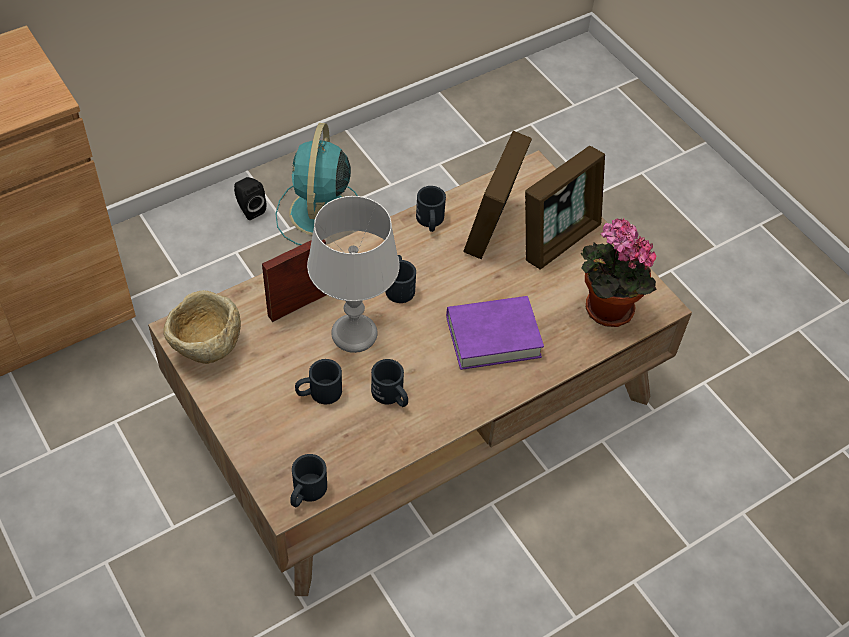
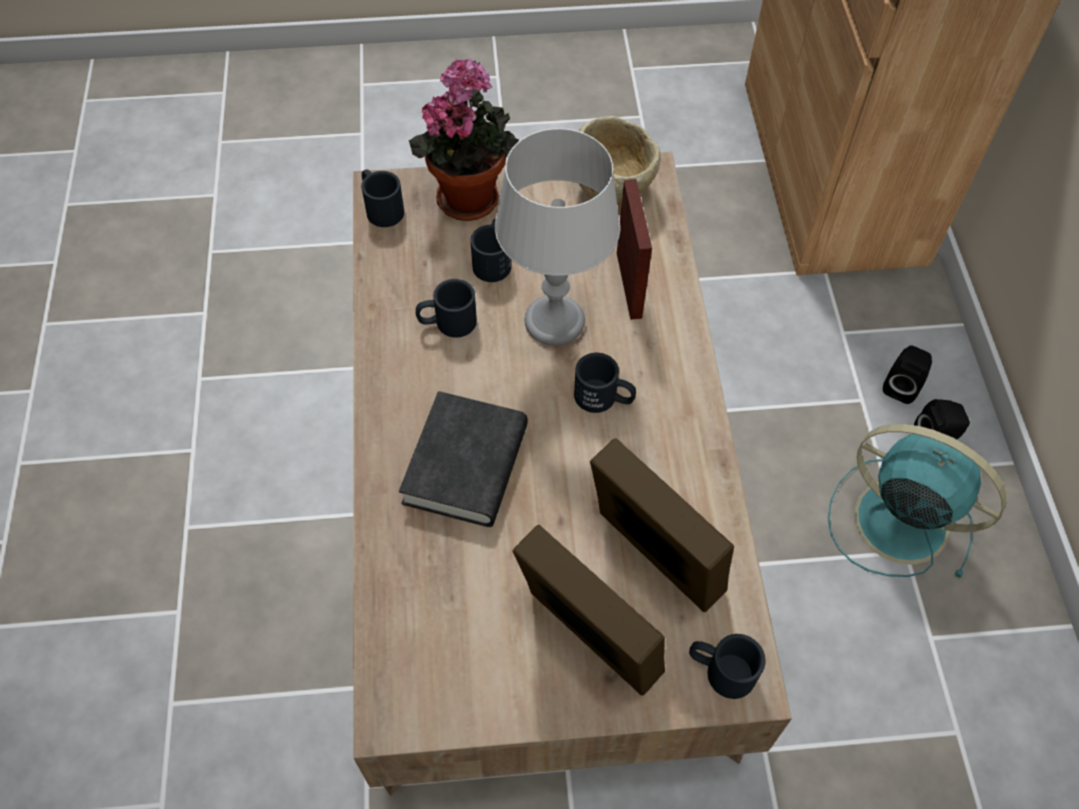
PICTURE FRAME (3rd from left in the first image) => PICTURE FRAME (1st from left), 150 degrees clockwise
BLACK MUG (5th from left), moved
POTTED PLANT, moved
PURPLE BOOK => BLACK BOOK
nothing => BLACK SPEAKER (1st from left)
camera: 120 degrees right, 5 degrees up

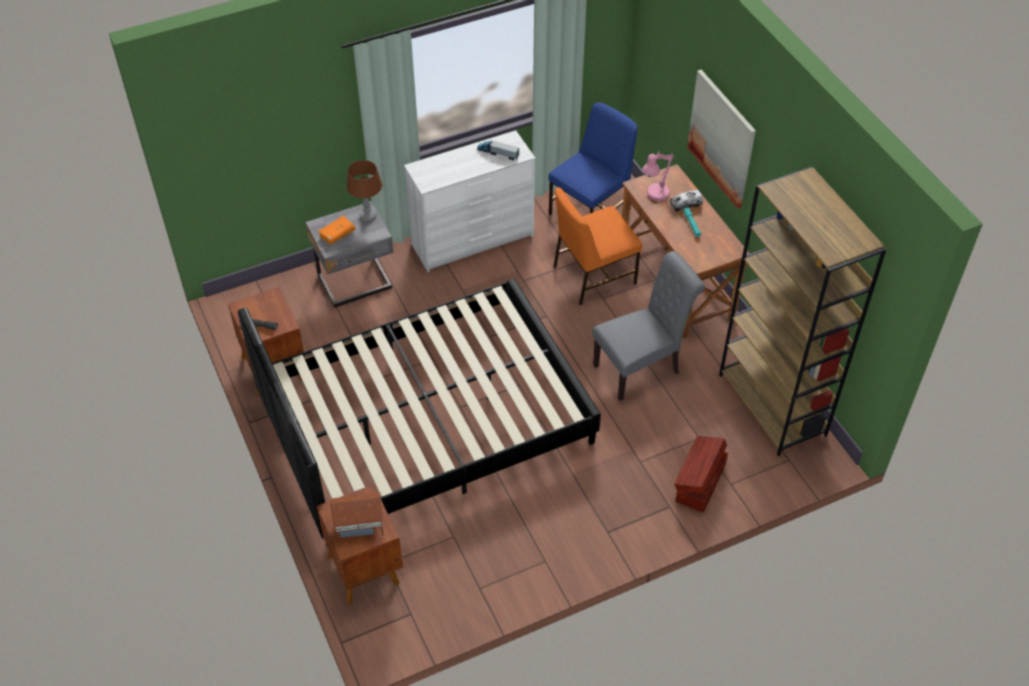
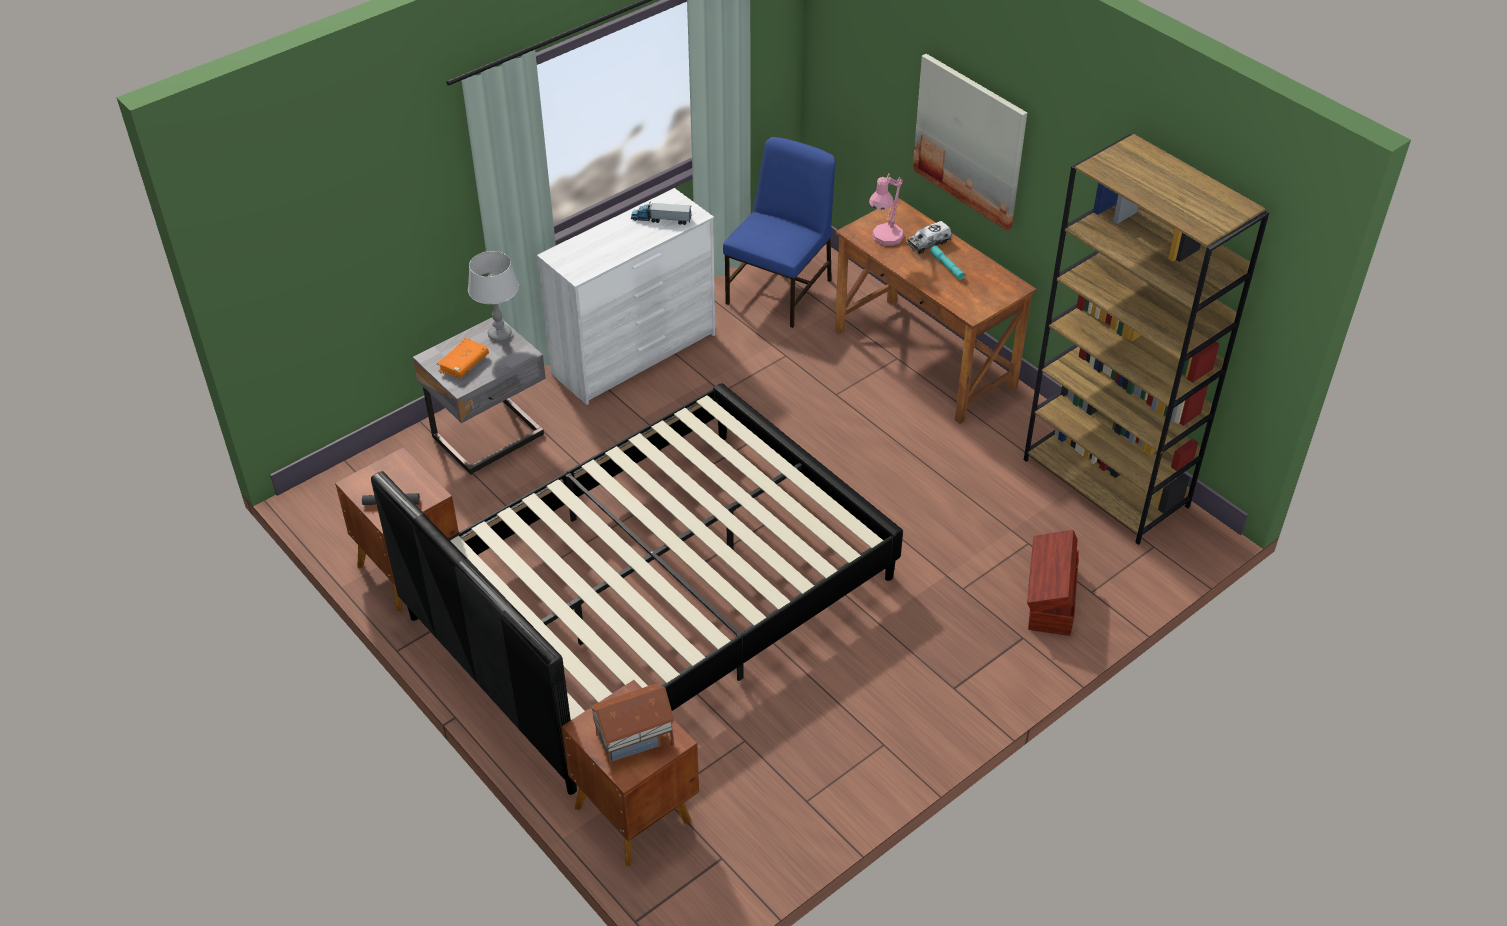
BROWN TABLE LAMP => GREY TABLE LAMP
ORANGE CHAIR => nothing
GREY CHAIR => nothing
camera: 15 degrees left, 5 degrees down

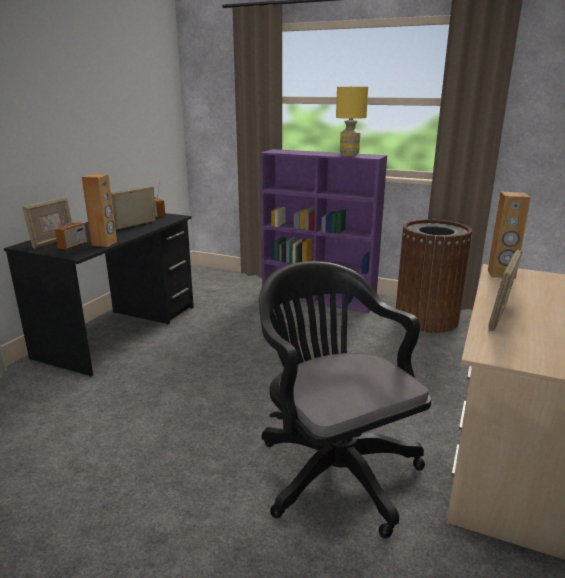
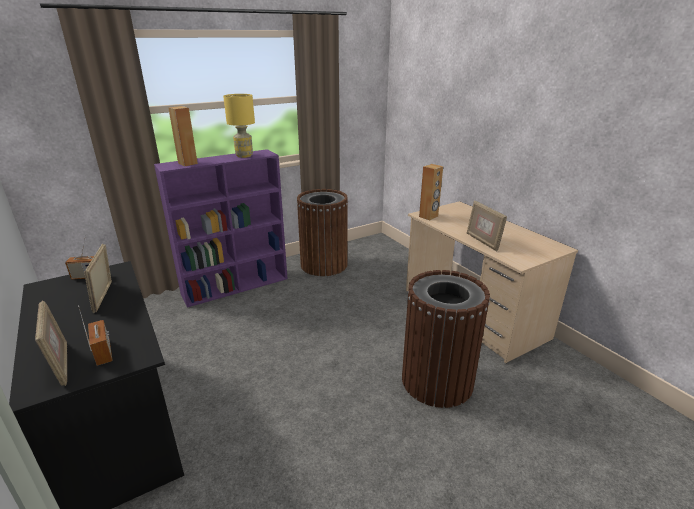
BROWN SPEAKER (1st from left), moved
BLACK OFFICE CHAIR => BROWN TRASH CAN (2nd from left)
camera: 55 degrees left, 5 degrees up

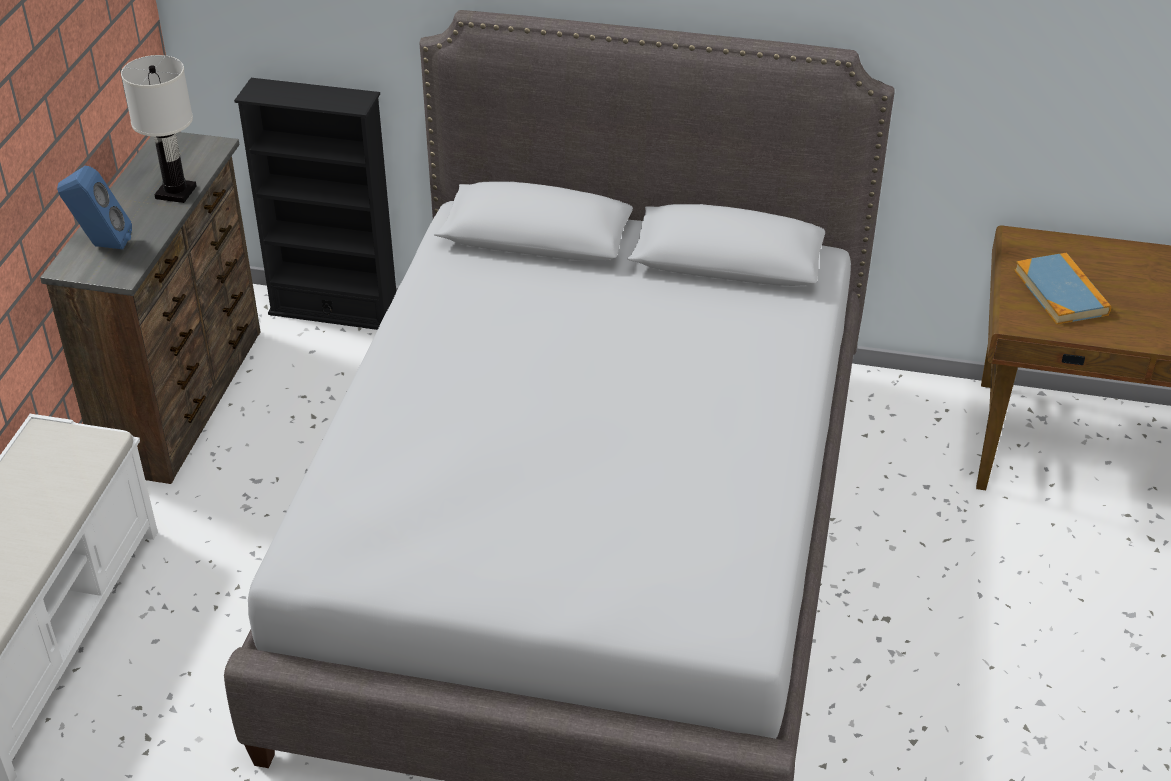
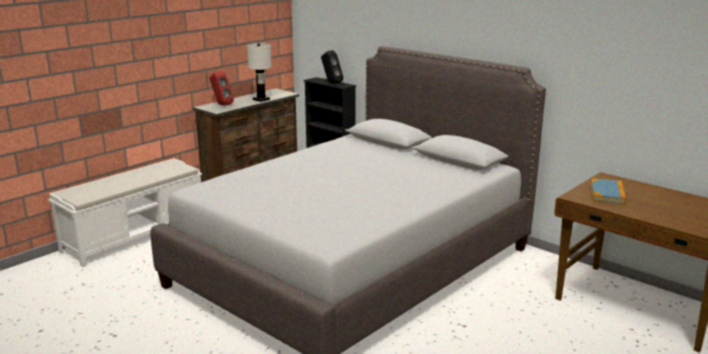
BLUE SPEAKER => RED SPEAKER
nothing => BLACK SPEAKER
camera: 30 degrees right, 20 degrees down

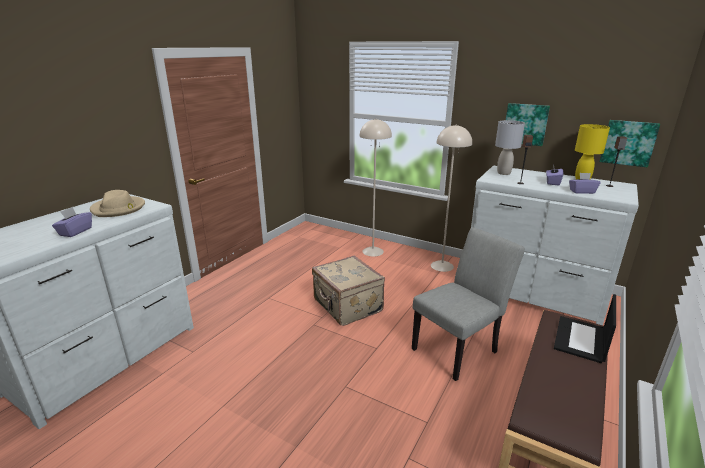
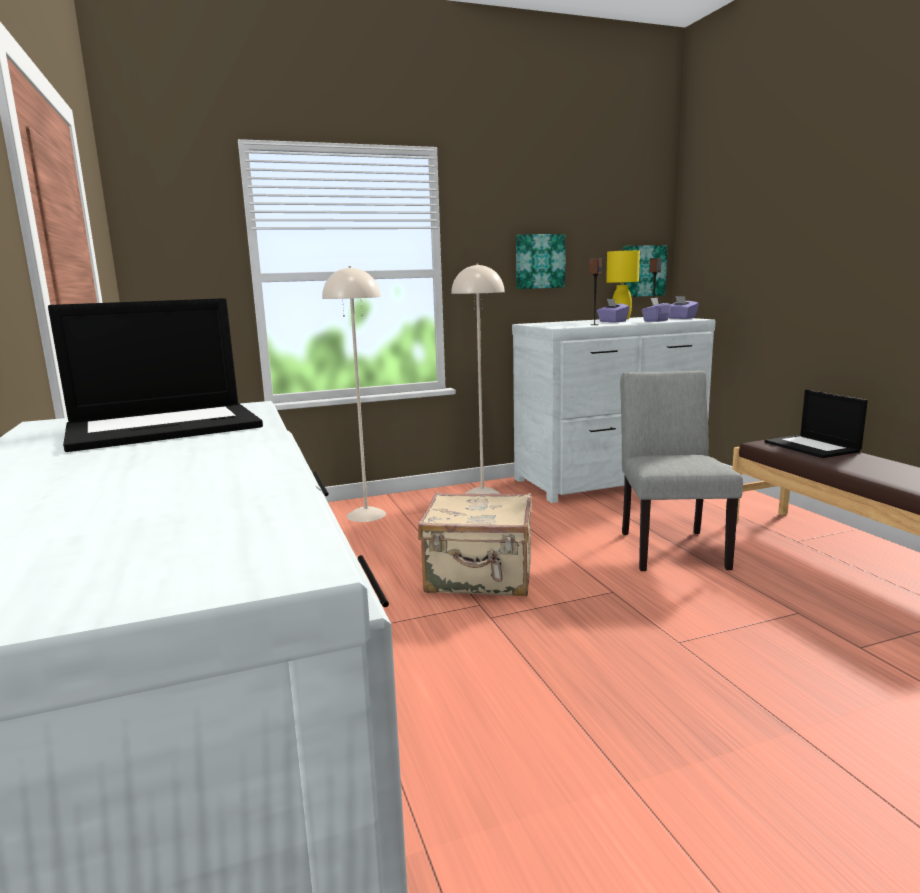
GREY TABLE LAMP => nothing
BEIGE HAT => LAPTOP (1st from left)
PURPLE TISSUE BOX (1st from left in the first image) => PURPLE TISSUE BOX (3rd from left), moved
camera: 50 degrees left, 10 degrees down

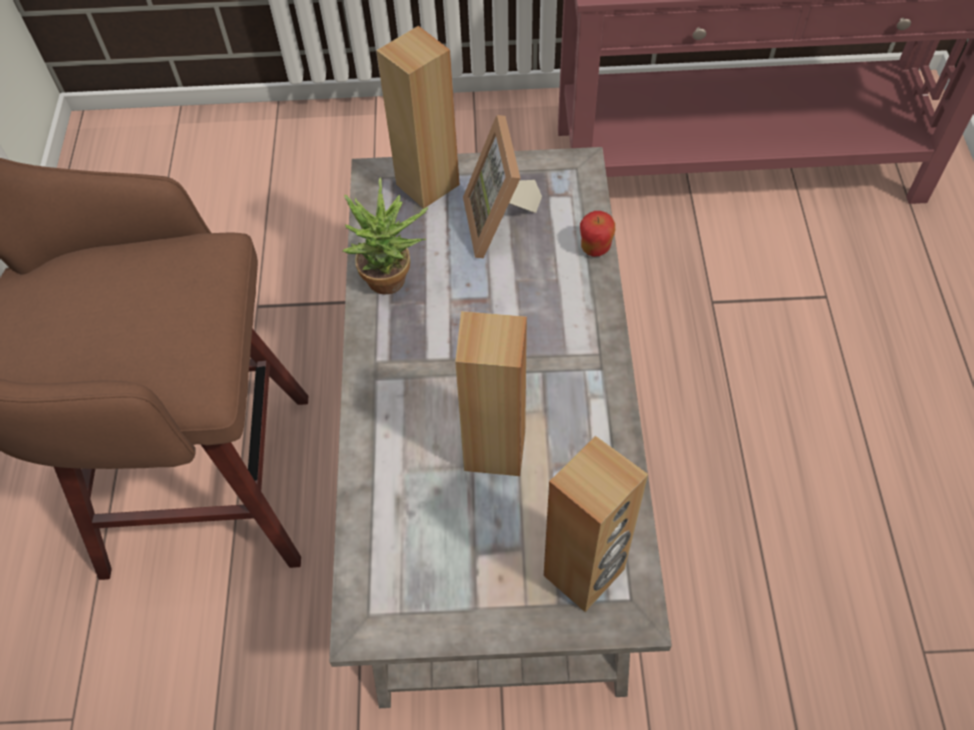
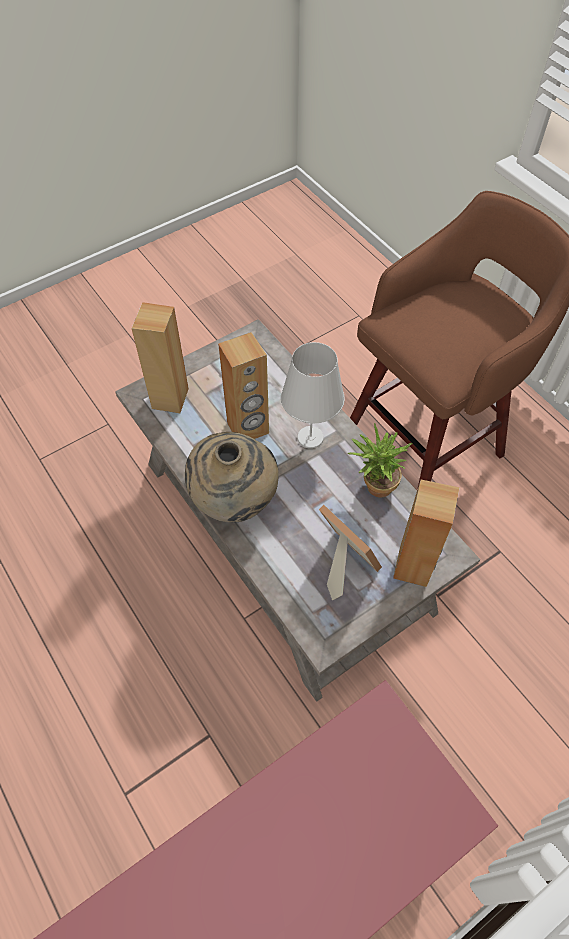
APPLE => nothing
nothing => WHITE TABLE LAMP
nothing => BEIGE VASE
camera: 145 degrees right, 0 degrees up

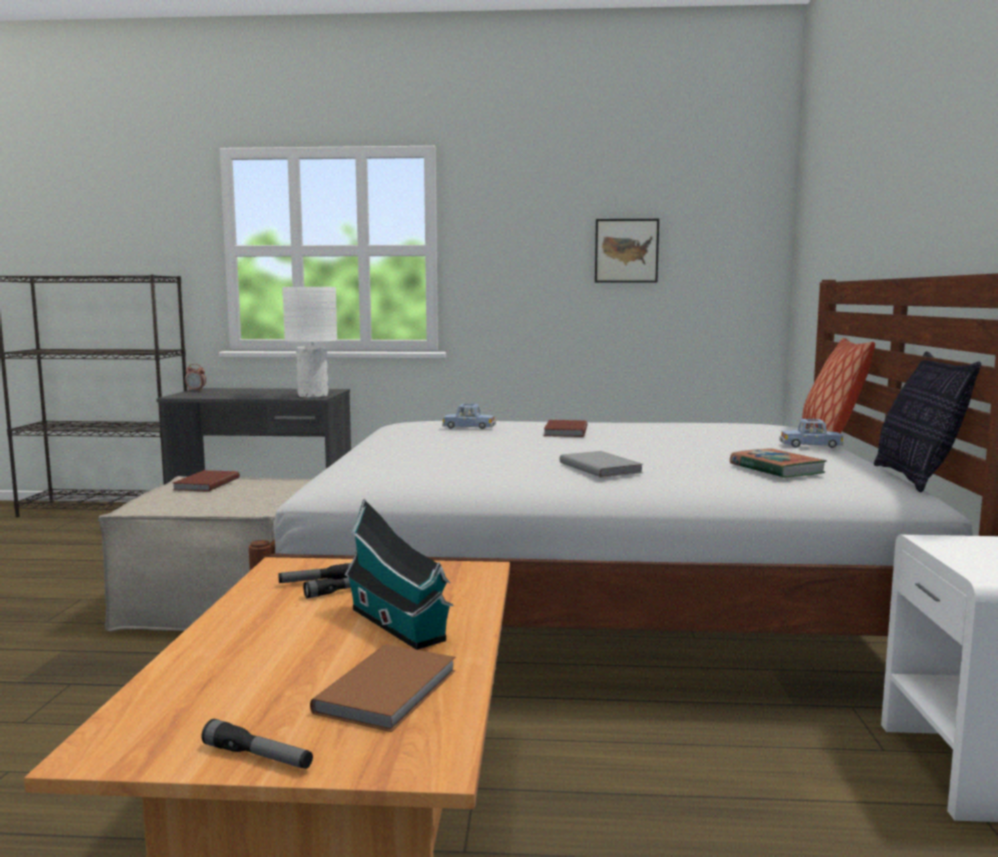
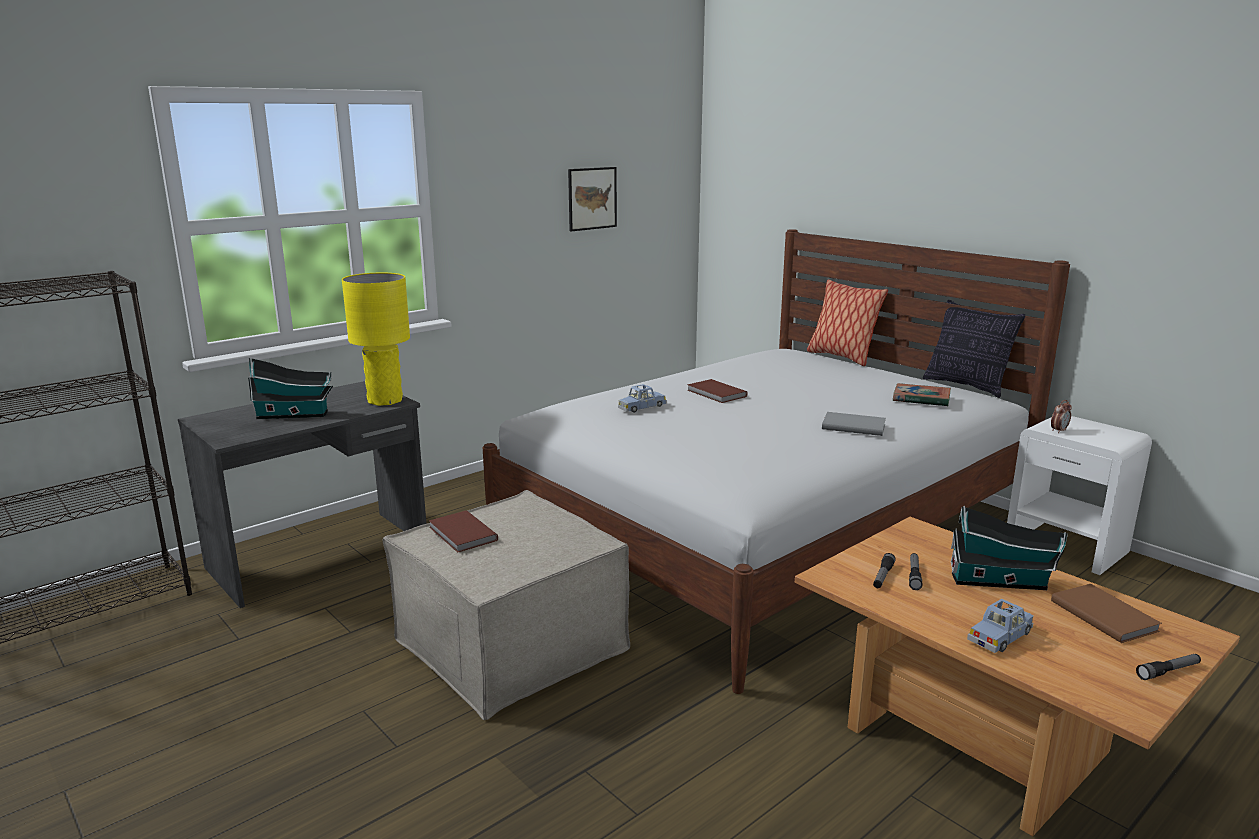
WHITE TABLE LAMP => YELLOW TABLE LAMP
ALARM CLOCK, moved
BLUE TOY CAR (2nd from left), moved
nothing => TOY HOUSE (1st from left)
camera: 45 degrees left, 10 degrees up

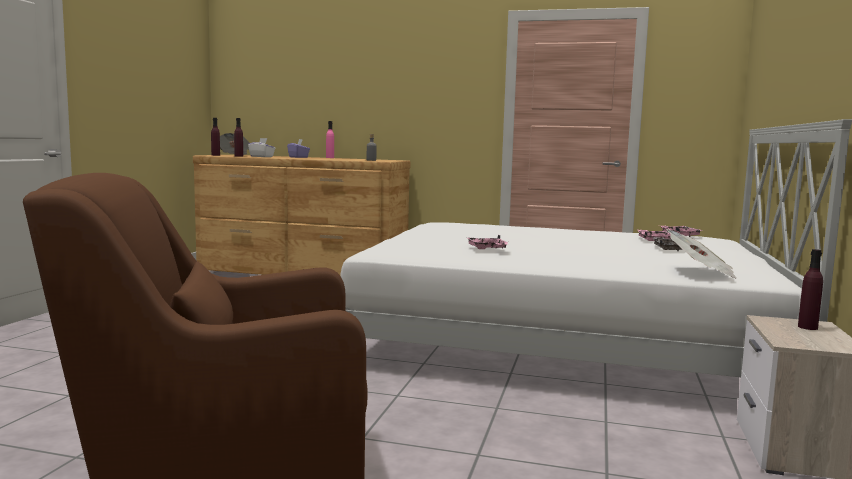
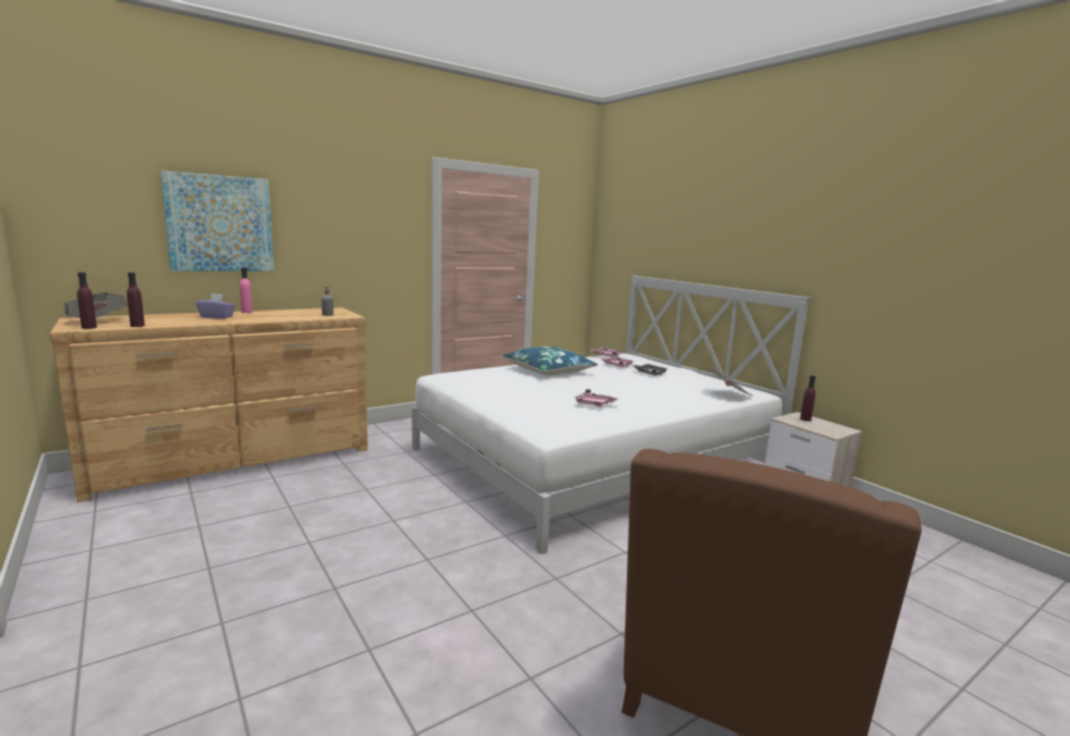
WHITE TISSUE BOX => nothing
nothing => PICTURE
nothing => BLUE PILLOW
camera: 50 degrees left, 5 degrees up

